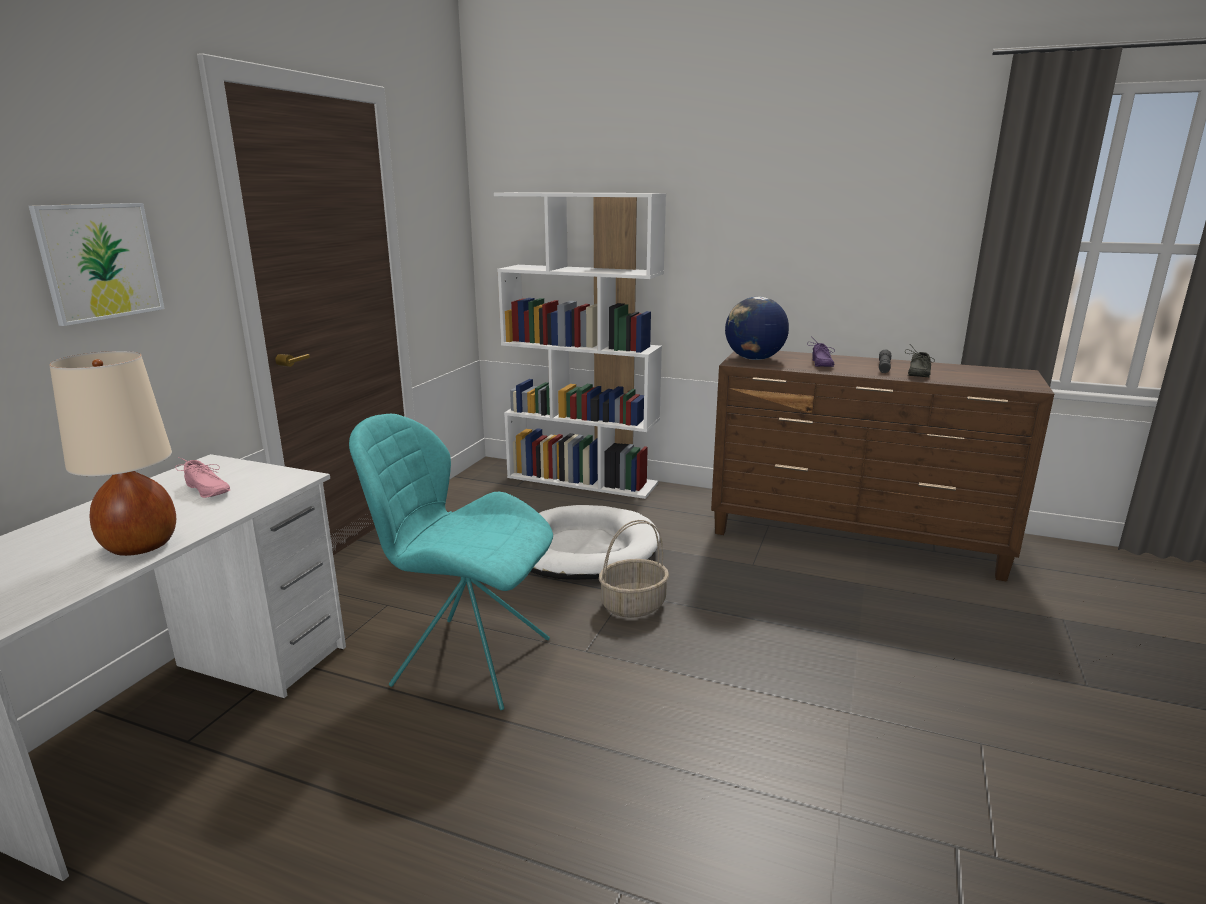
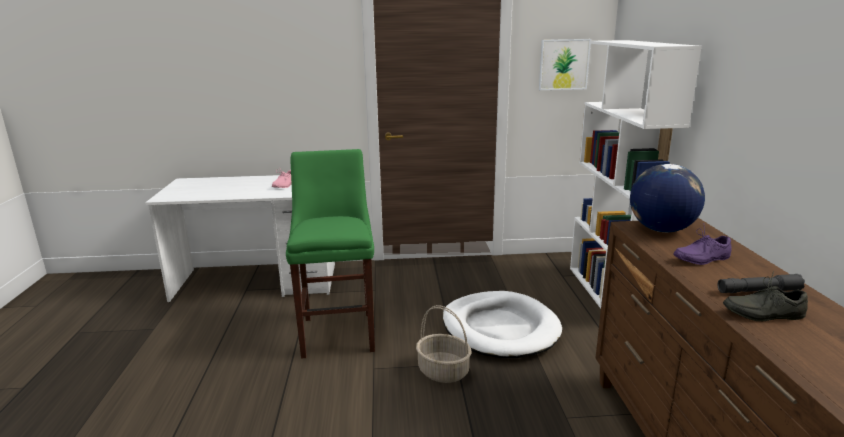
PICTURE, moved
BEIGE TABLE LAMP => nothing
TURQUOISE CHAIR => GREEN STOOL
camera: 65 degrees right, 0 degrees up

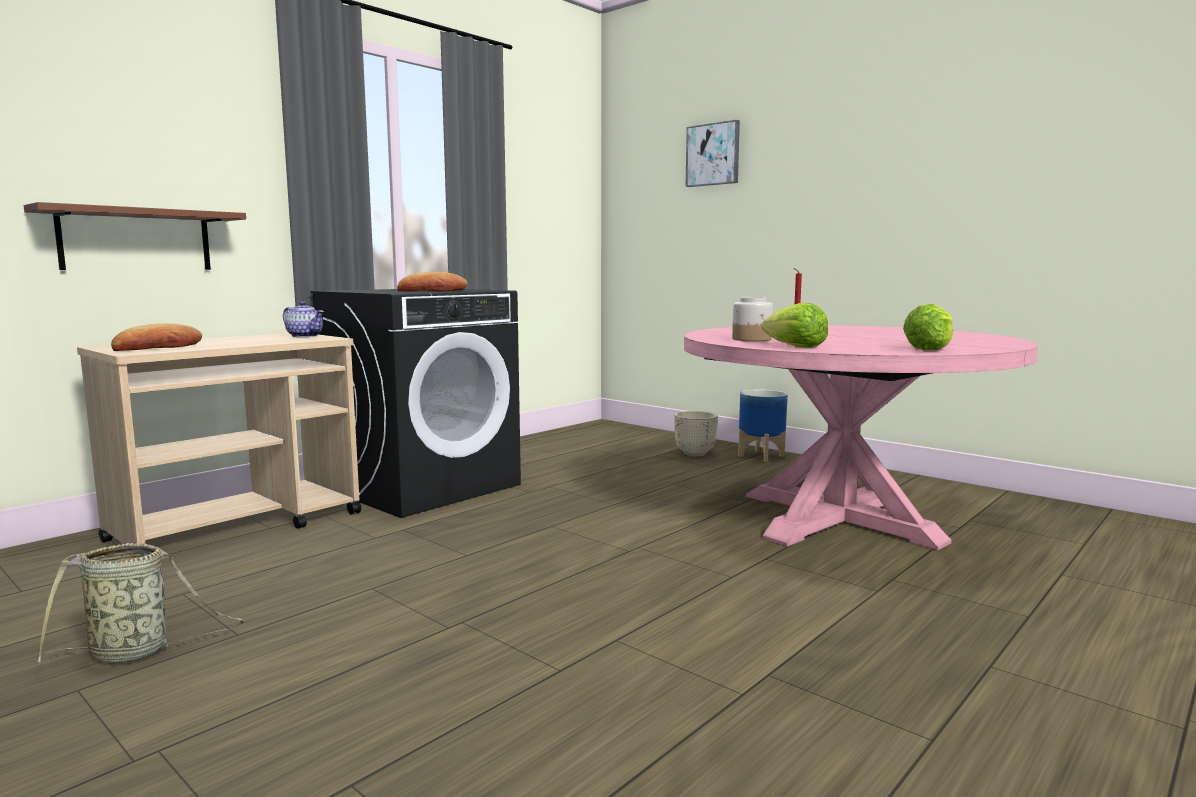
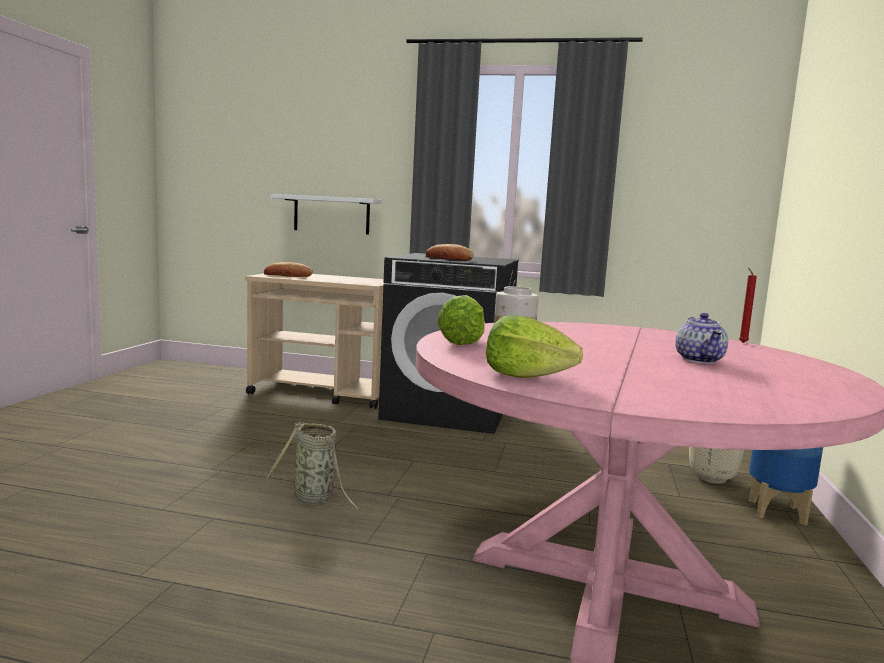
PICTURE => nothing
BROWN SHELF => WHITE SHELF
TEAPOT, moved
BASKET, moved
camera: 60 degrees right, 0 degrees up

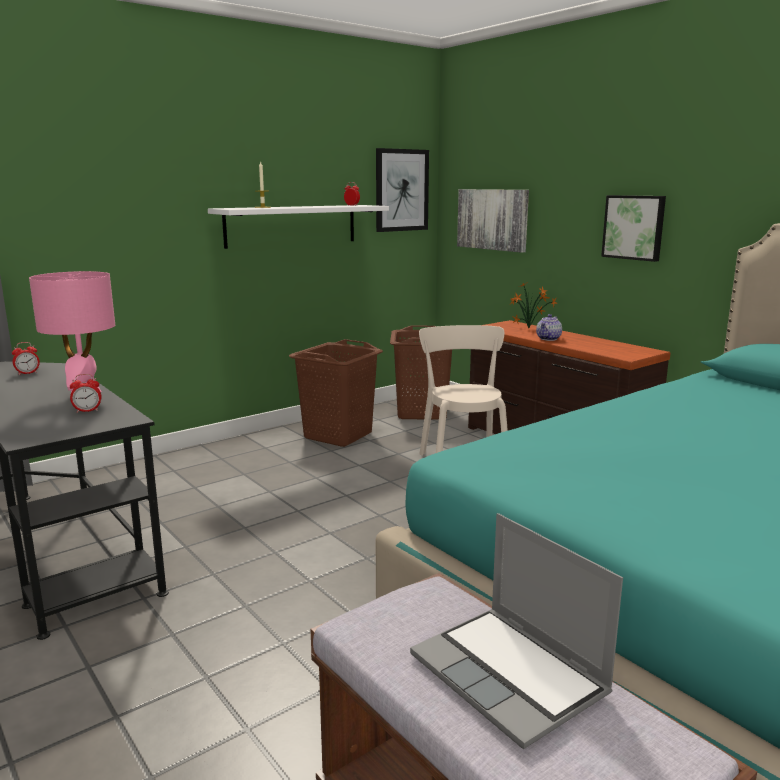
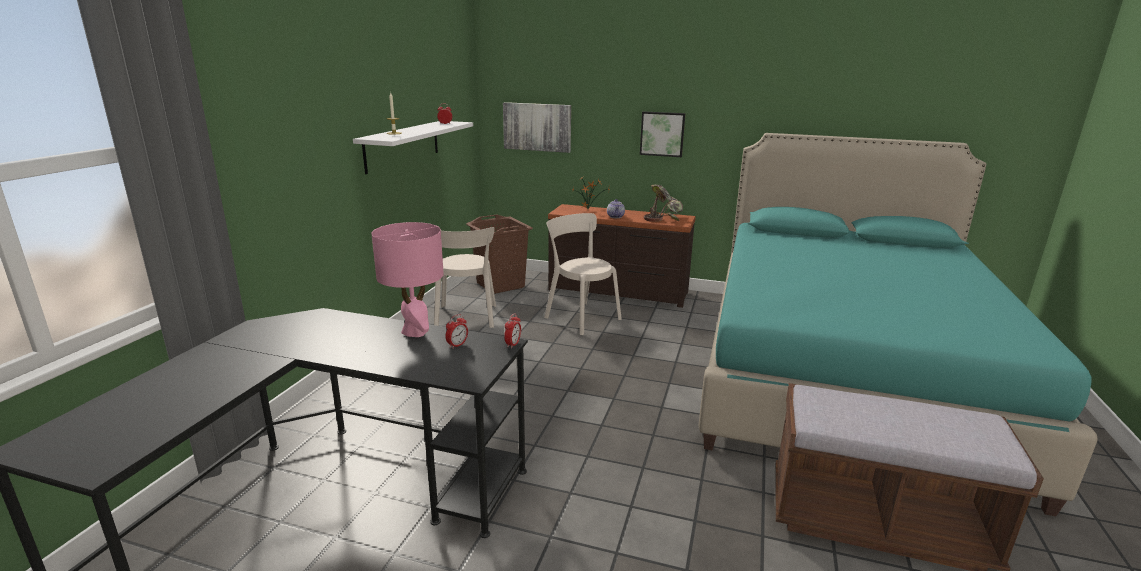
PICTURE (1st from left) => nothing
BROWN LAUNDRY BASKET (1st from left) => BEIGE CHAIR (1st from left)
ALARM CLOCK (1st from left in the first image) => ALARM CLOCK (3rd from left), moved
LAPTOP => nothing
nothing => POTTED PLANT (2nd from left)
camera: 35 degrees left, 5 degrees up

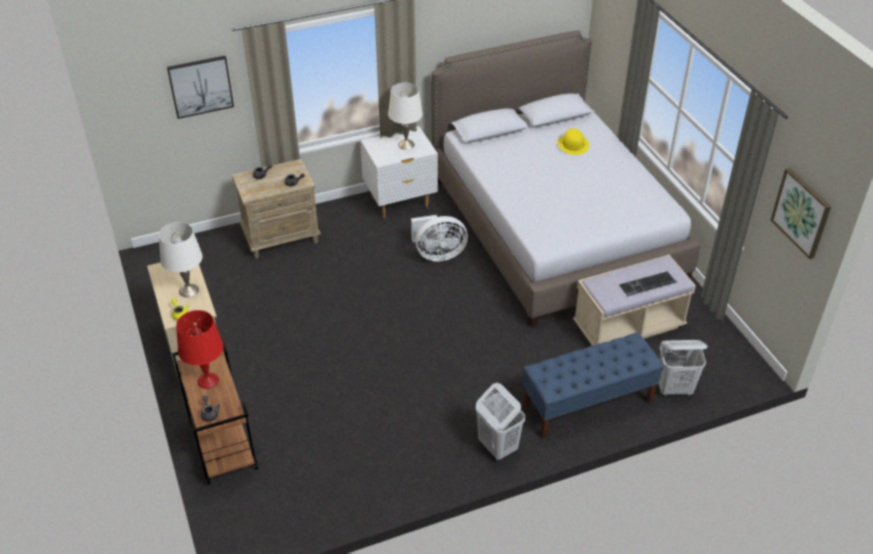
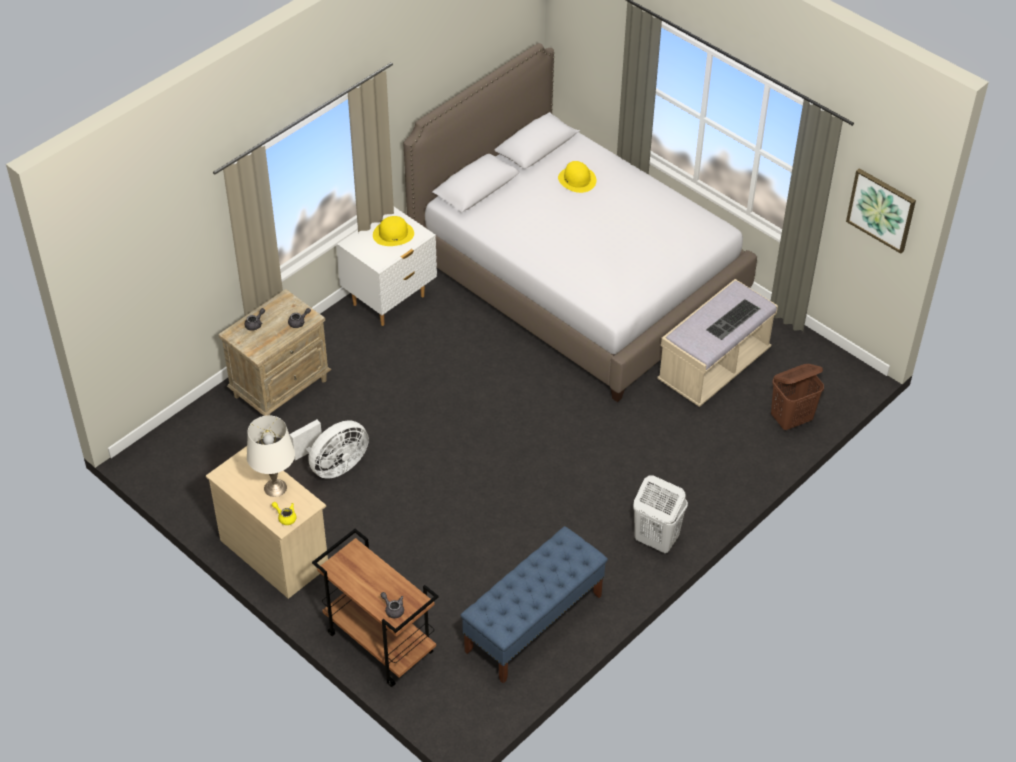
PICTURE (1st from left) => nothing
WHITE TABLE LAMP (2nd from left) => YELLOW HAT (1st from left)
WHITE FAN, moved
RED TABLE LAMP => nothing
BLUE BENCH, moved
WHITE LAUNDRY BASKET (2nd from left) => BROWN LAUNDRY BASKET
camera: 25 degrees left, 5 degrees up

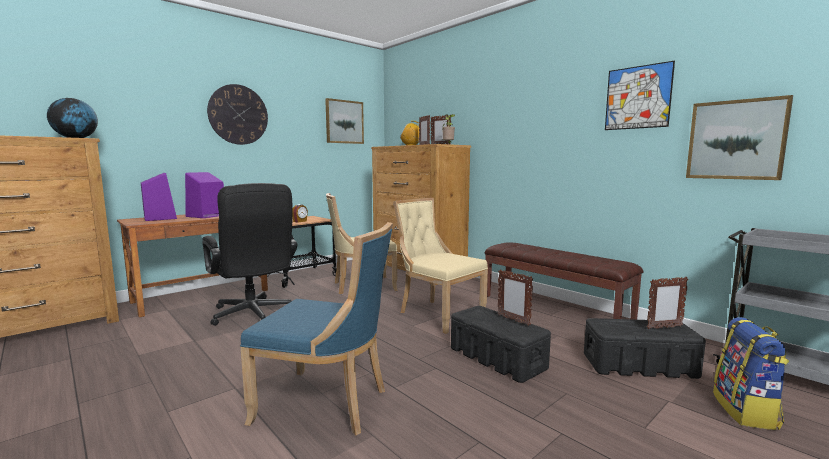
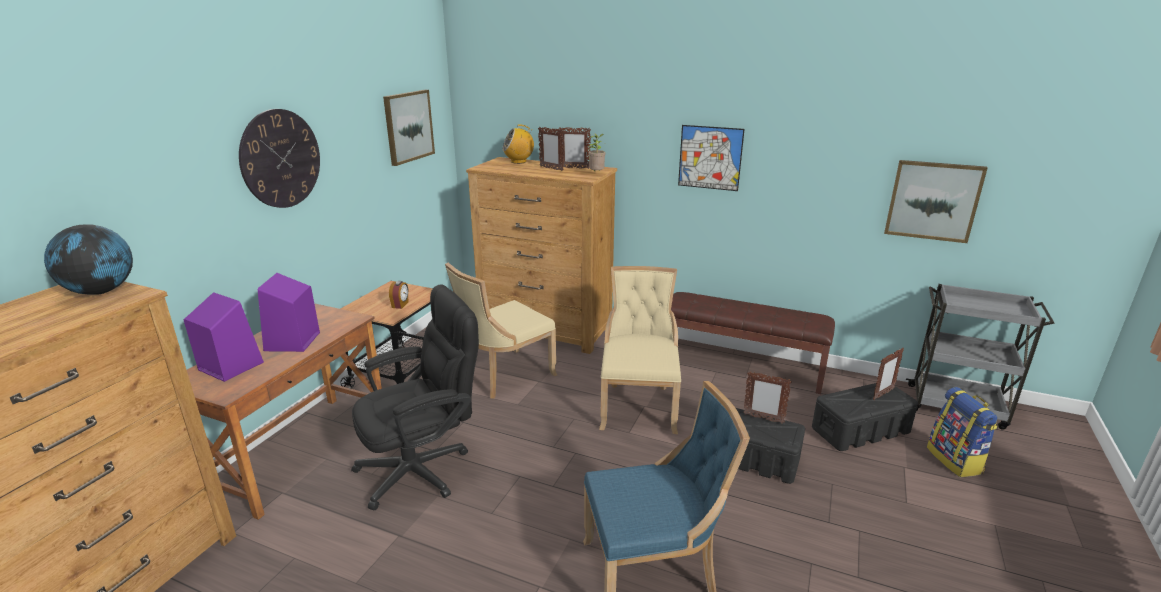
PICTURE (2nd from left), moved
BLACK OFFICE CHAIR, 60 degrees counterclockwise
BEIGE CHAIR (2nd from left), 75 degrees clockwise
camera: 25 degrees left, 15 degrees up

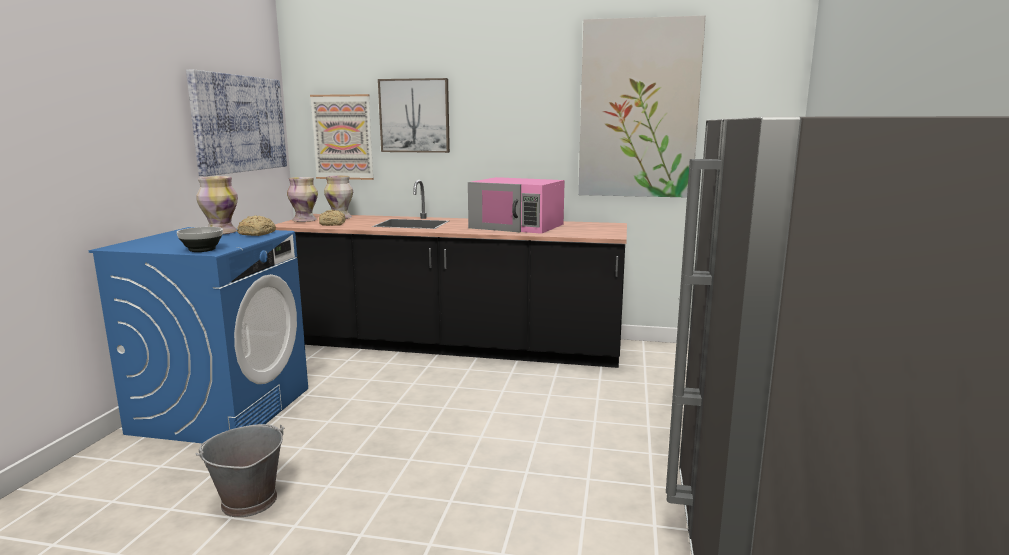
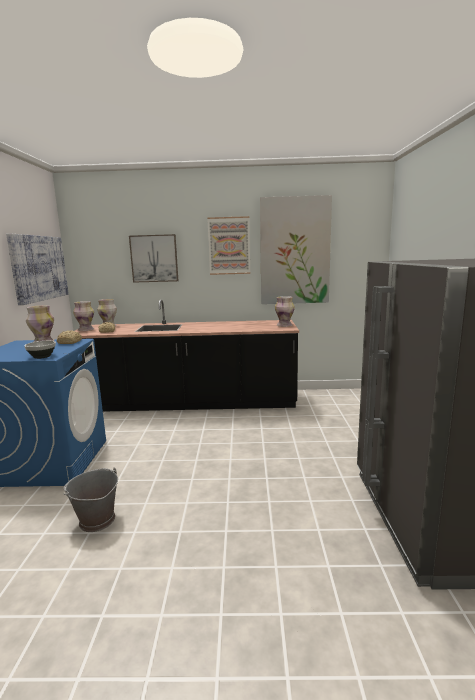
PICTURE (2nd from left in the first image) => PICTURE (3rd from left), moved
PINK MICROWAVE => nothing
nothing => VASE (4th from left)
camera: 10 degrees left, 0 degrees up

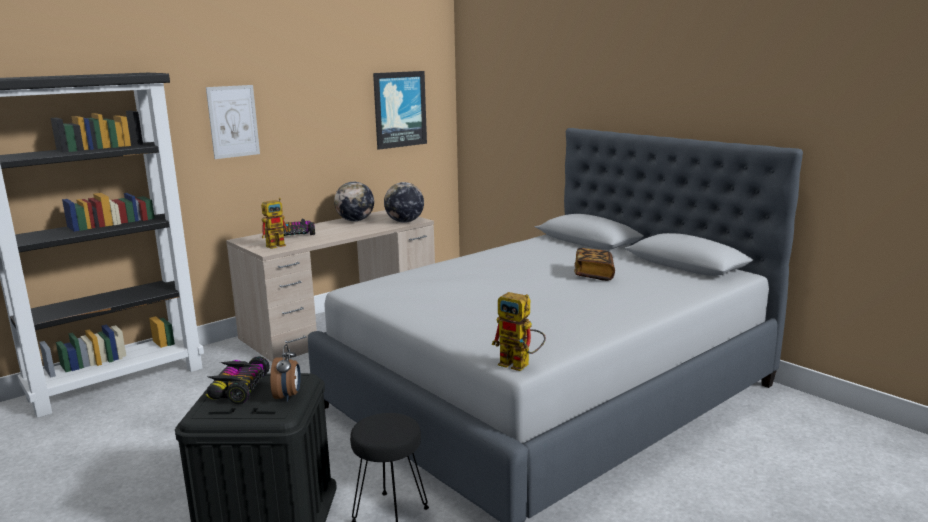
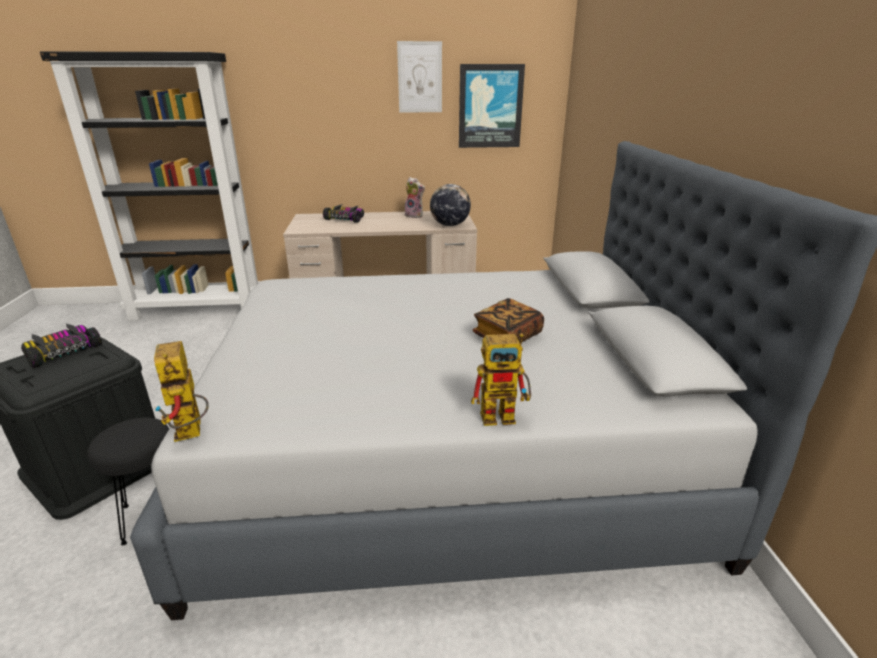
PICTURE (1st from left), moved
GLOBE (1st from left) => PLUSH TOY
TOY ROBOT (1st from left in the first image) => TOY ROBOT (2nd from left), moved
ALARM CLOCK => nothing
camera: 35 degrees right, 10 degrees up

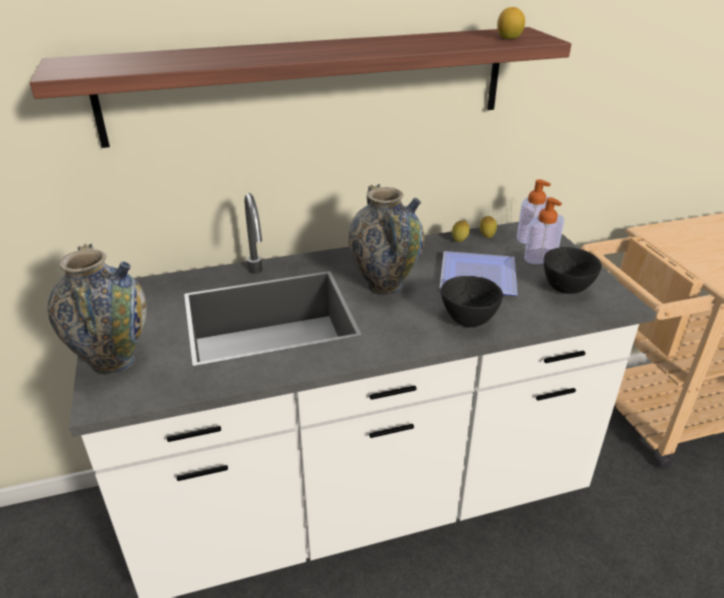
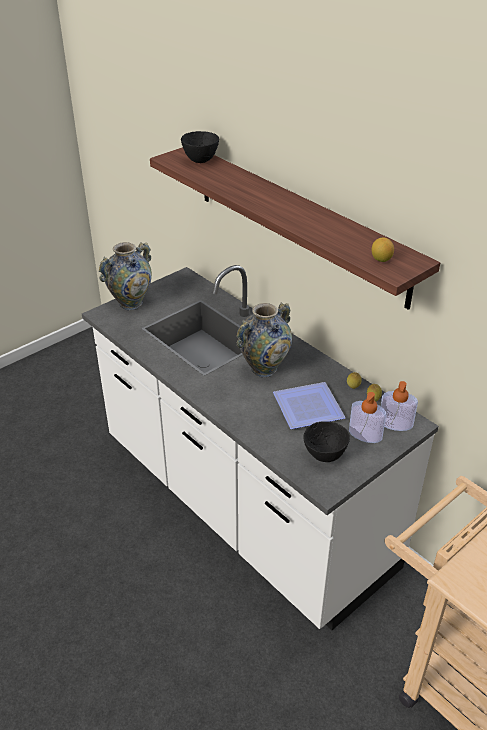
BLACK BOWL (1st from left), moved
camera: 65 degrees right, 5 degrees up

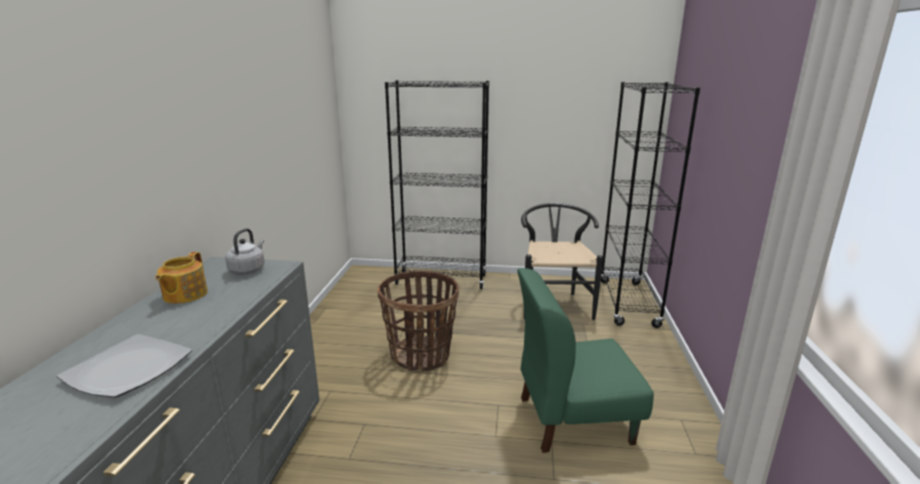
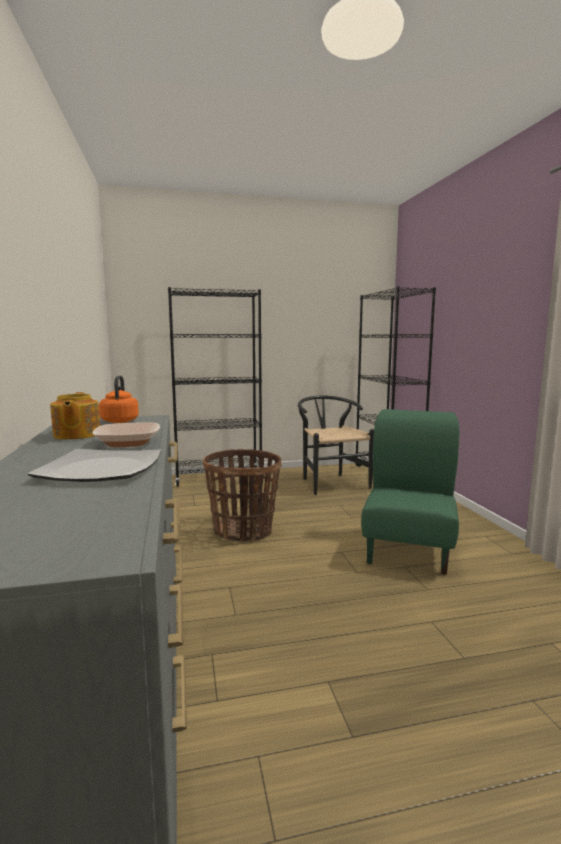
GREY KETTLE => ORANGE KETTLE
GREEN CHAIR, 135 degrees clockwise
nothing => BOWL
camera: 20 degrees left, 10 degrees down

